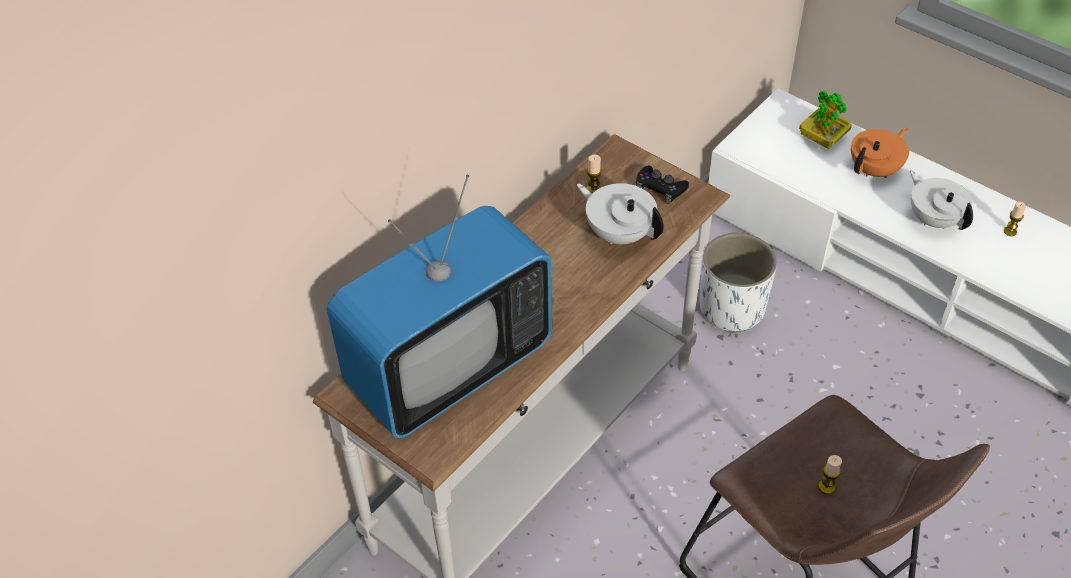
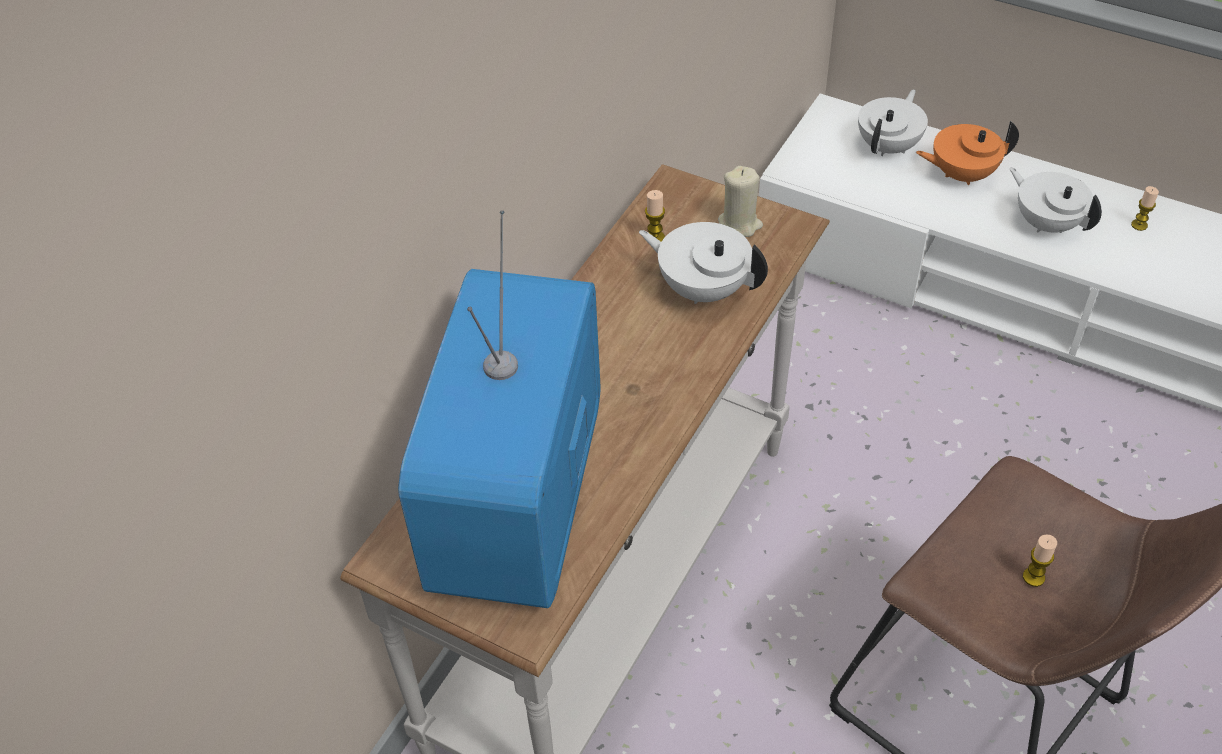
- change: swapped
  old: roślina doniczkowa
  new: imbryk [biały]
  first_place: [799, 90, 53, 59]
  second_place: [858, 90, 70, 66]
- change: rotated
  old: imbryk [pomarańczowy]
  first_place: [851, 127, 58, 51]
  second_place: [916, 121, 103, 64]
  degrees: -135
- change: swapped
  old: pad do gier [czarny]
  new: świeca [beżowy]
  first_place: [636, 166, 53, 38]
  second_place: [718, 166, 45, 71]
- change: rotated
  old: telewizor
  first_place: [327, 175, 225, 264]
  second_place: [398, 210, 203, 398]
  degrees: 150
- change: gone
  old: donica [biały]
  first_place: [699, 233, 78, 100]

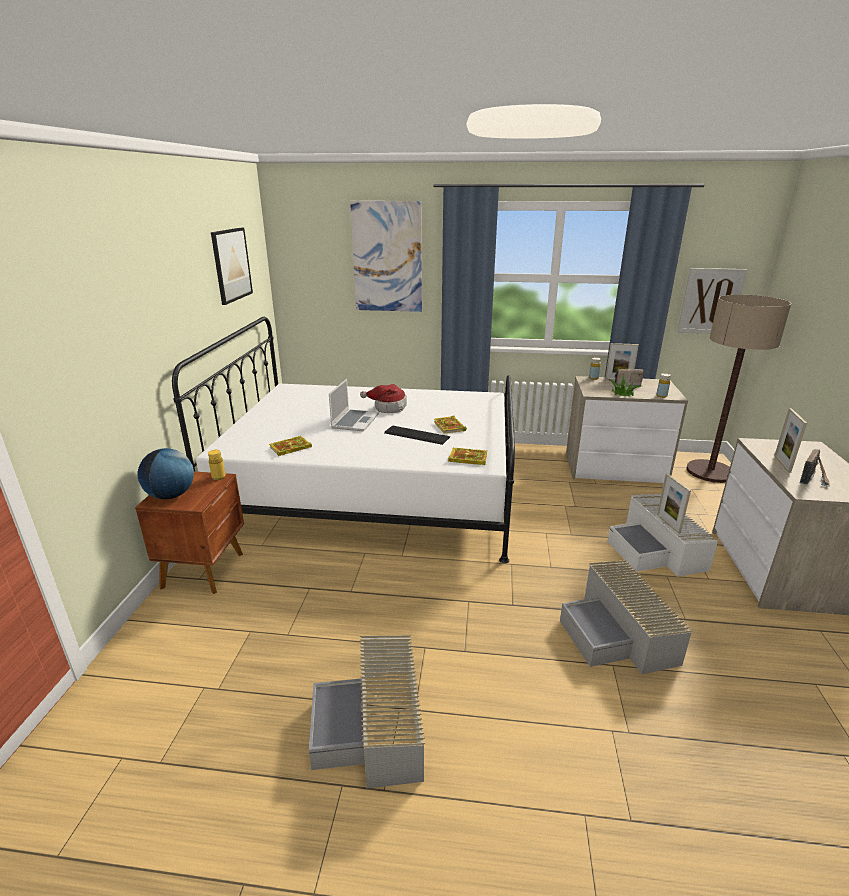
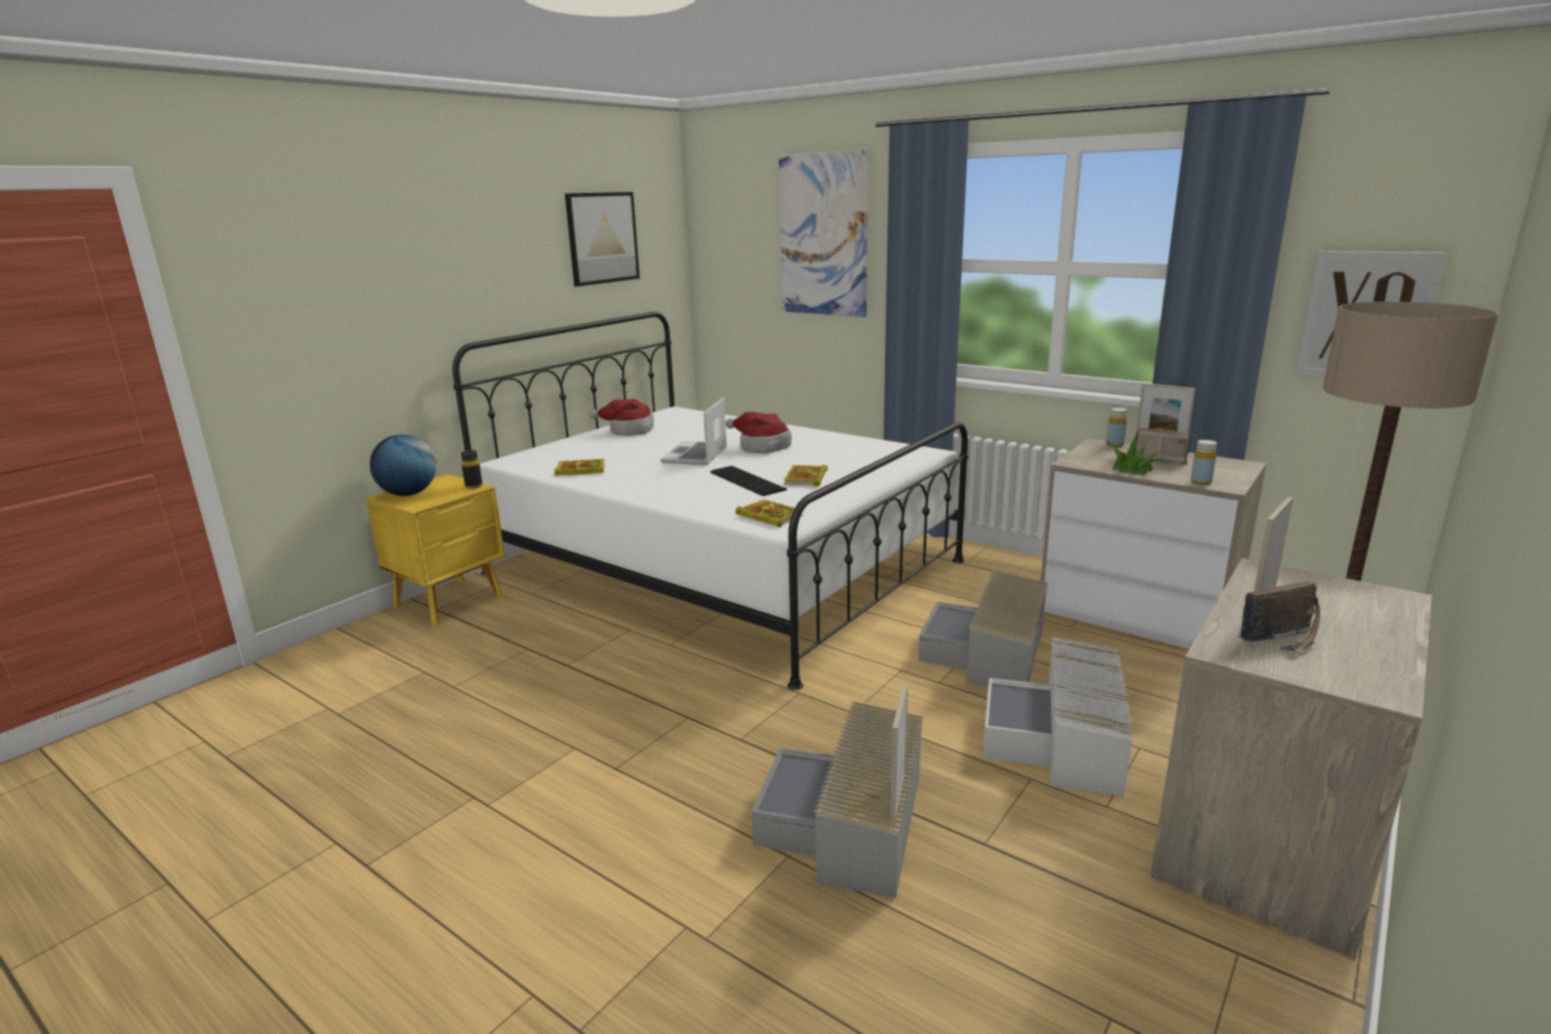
- change: rotated
  old: laptop
  first_place: [329, 379, 50, 53]
  second_place: [660, 397, 67, 68]
  degrees: 150
- change: repainted
  old: butelka [żółty]
  new: butelka [czarny]
  first_place: [208, 450, 18, 30]
  second_place: [461, 450, 21, 39]
- change: repainted
  old: szafka nocna [brązowy]
  new: szafka nocna [żółty]
  first_place: [135, 472, 109, 122]
  second_place: [366, 474, 139, 153]
- change: shifted
  old: ramka na zdjęcie
  first_place: [657, 473, 34, 61]
  second_place: [890, 685, 18, 137]
- change: shifted
  old: pojemnik do przechowywania [szary]
  first_place: [309, 635, 116, 154]
  second_place: [918, 570, 130, 117]
- change: new
  new: kapelusz
  second_place: [589, 399, 65, 37]

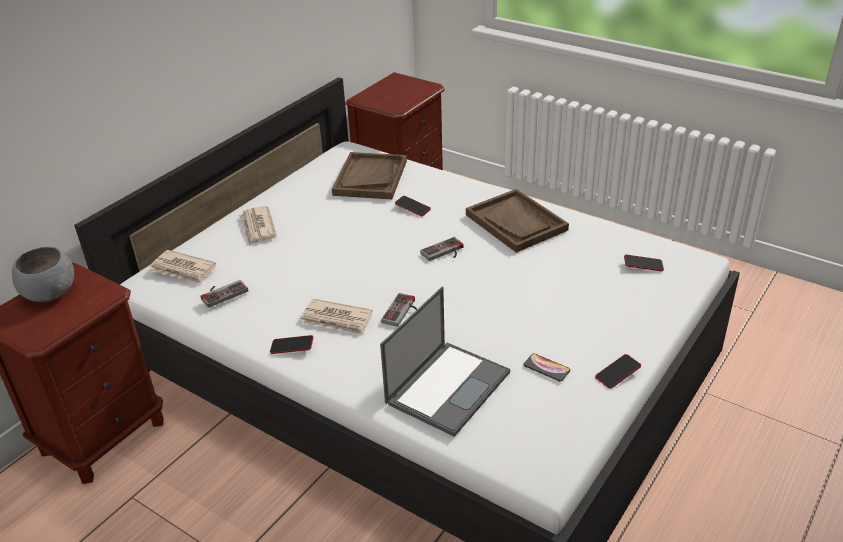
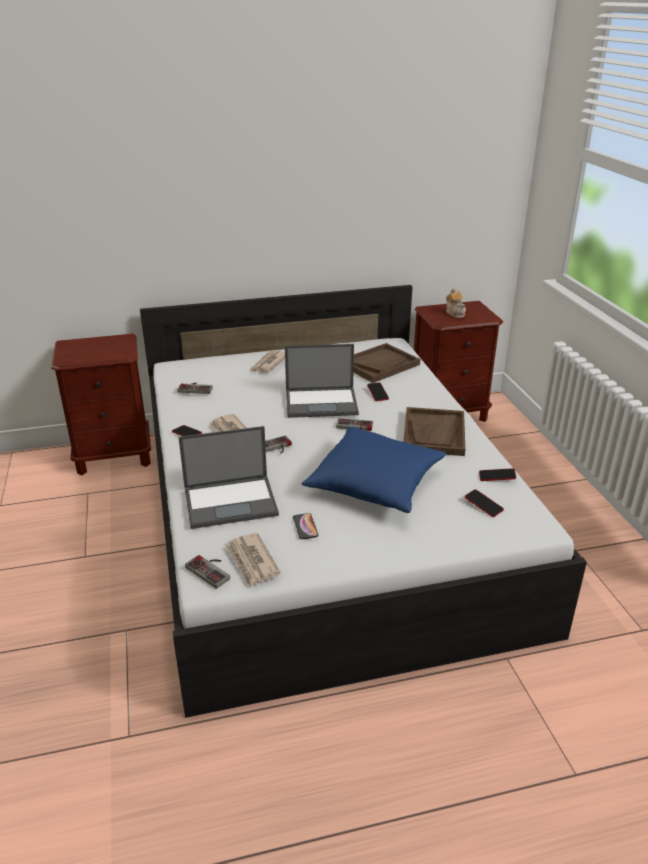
- change: gone
  old: miska [szary]
  first_place: [12, 247, 62, 55]
- change: shifted
  old: gazeta
  first_place: [150, 250, 66, 34]
  second_place: [225, 533, 56, 55]
- change: shifted
  old: telefon
  first_place: [595, 354, 46, 35]
  second_place: [479, 468, 37, 13]
- change: new
  new: imbryk
  second_place: [446, 288, 20, 30]
- change: new
  new: laptop
  second_place: [285, 344, 74, 74]
- change: new
  new: poduszka [niebieski]
  second_place: [302, 427, 144, 86]
- change: new
  new: pad do gier
  second_place: [185, 555, 45, 34]

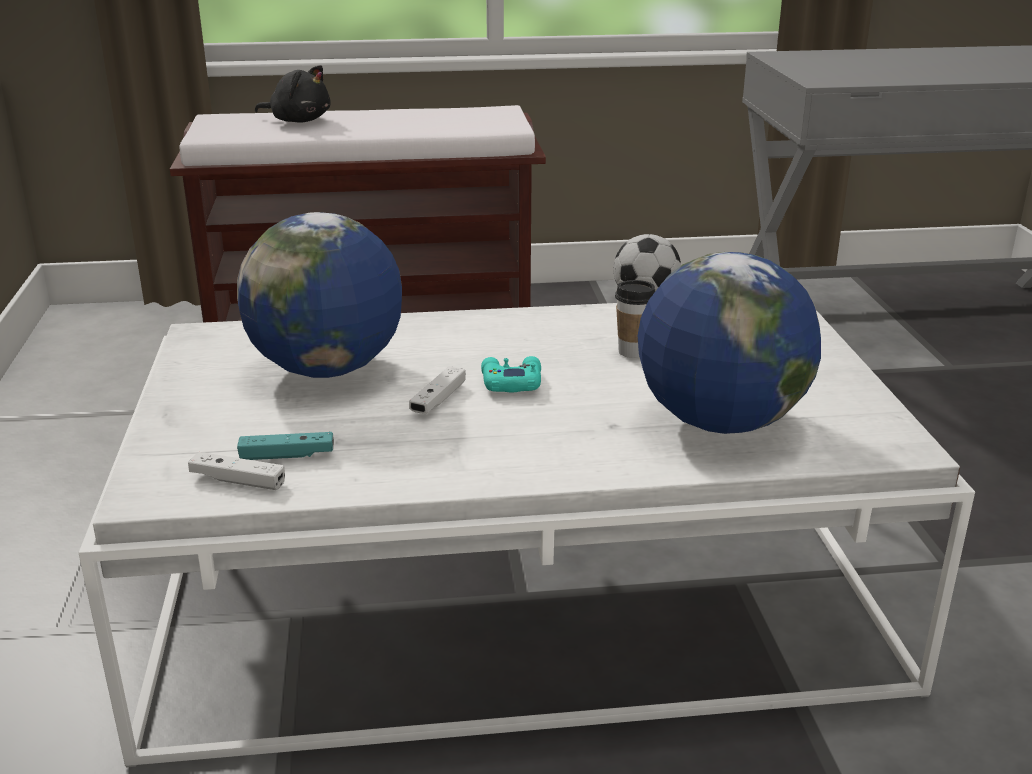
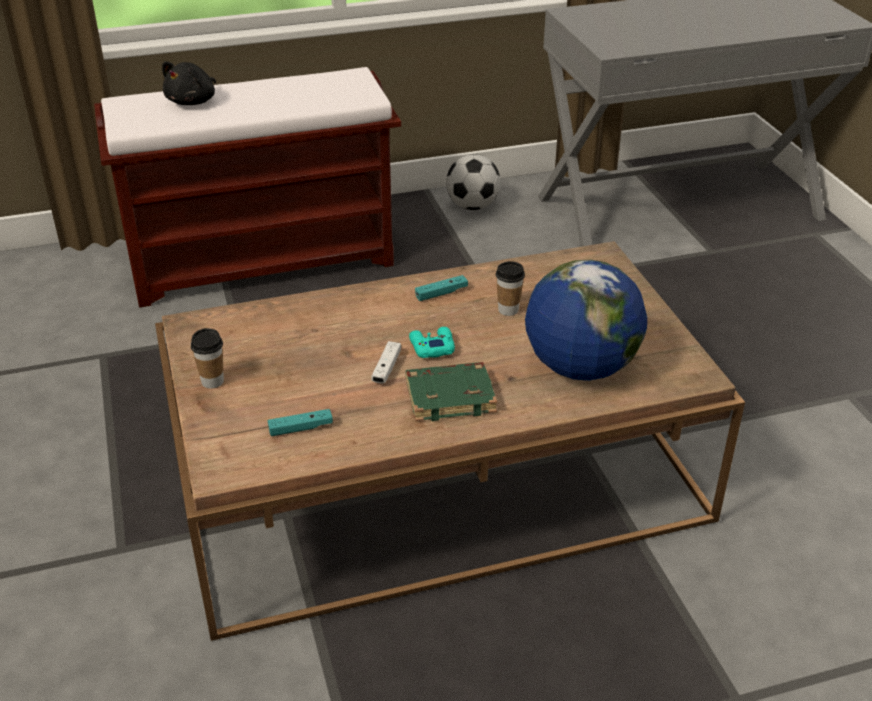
- change: rotated
  old: pluszak [czarny]
  first_place: [255, 65, 75, 58]
  second_place: [162, 61, 54, 44]
  degrees: 105
- change: gone
  old: globus
  first_place: [237, 212, 165, 166]
- change: repainted
  old: ława [biały]
  new: ława [brązowy]
  first_place: [79, 303, 896, 464]
  second_place: [155, 241, 590, 400]
- change: gone
  old: pad do gier [biały]
  first_place: [188, 452, 97, 38]
- change: new
  new: pad do gier [turkusowy]
  second_place: [415, 275, 53, 26]
- change: new
  new: filiżanka
  second_place: [191, 328, 33, 61]
- change: new
  new: książka [zielony]
  second_place: [406, 362, 91, 59]

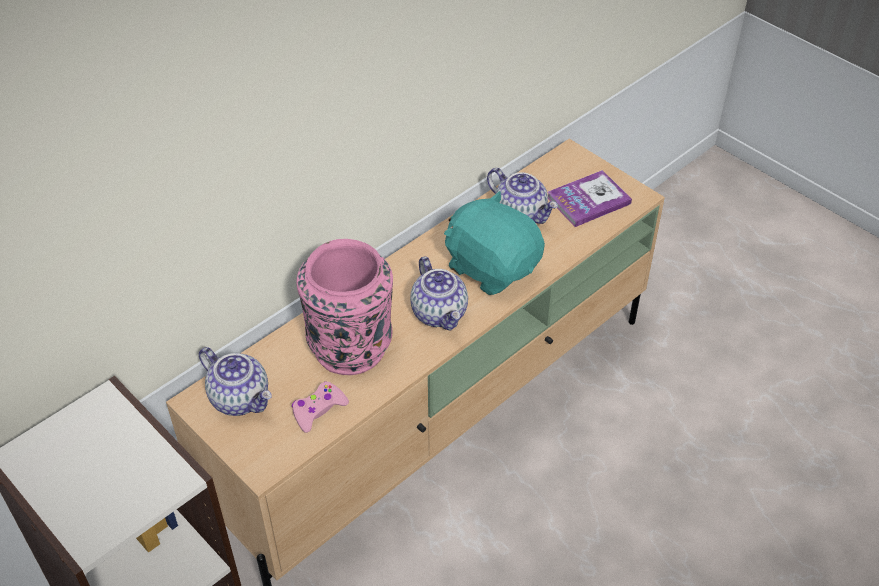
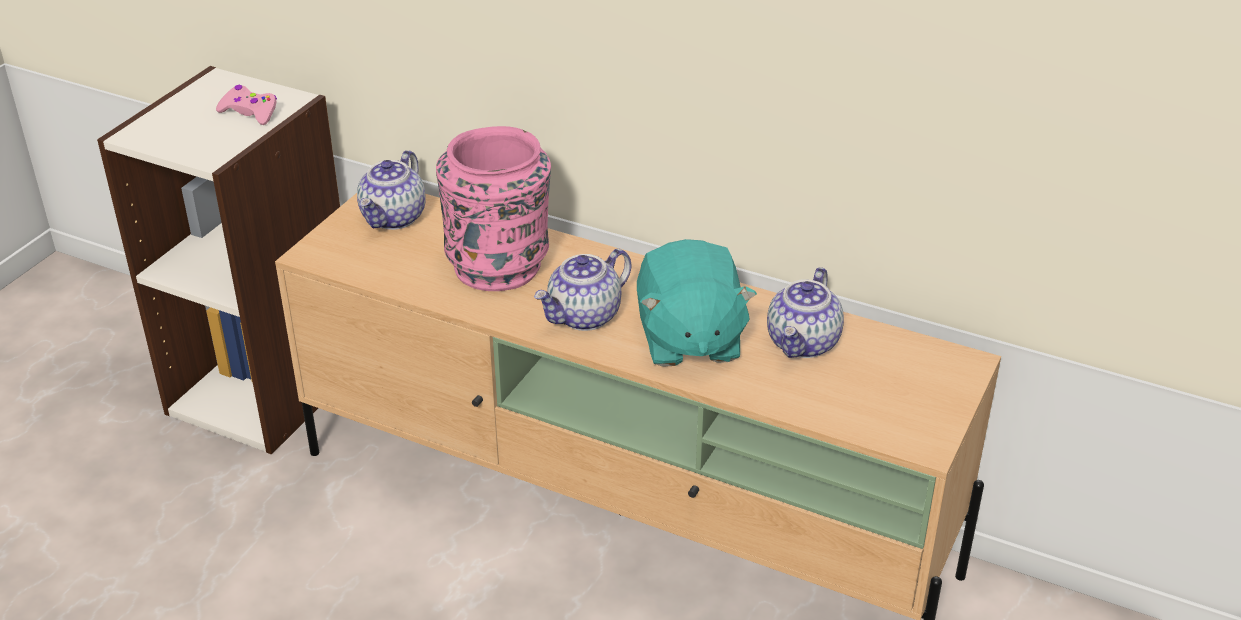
- change: gone
  old: książka
  first_place: [547, 170, 85, 57]
- change: rotated
  old: pluszak [turkusowy]
  first_place: [444, 191, 101, 104]
  second_place: [637, 239, 120, 128]
  degrees: 150
- change: shifted
  old: pad do gier [różowy]
  first_place: [292, 382, 57, 51]
  second_place: [216, 85, 61, 40]

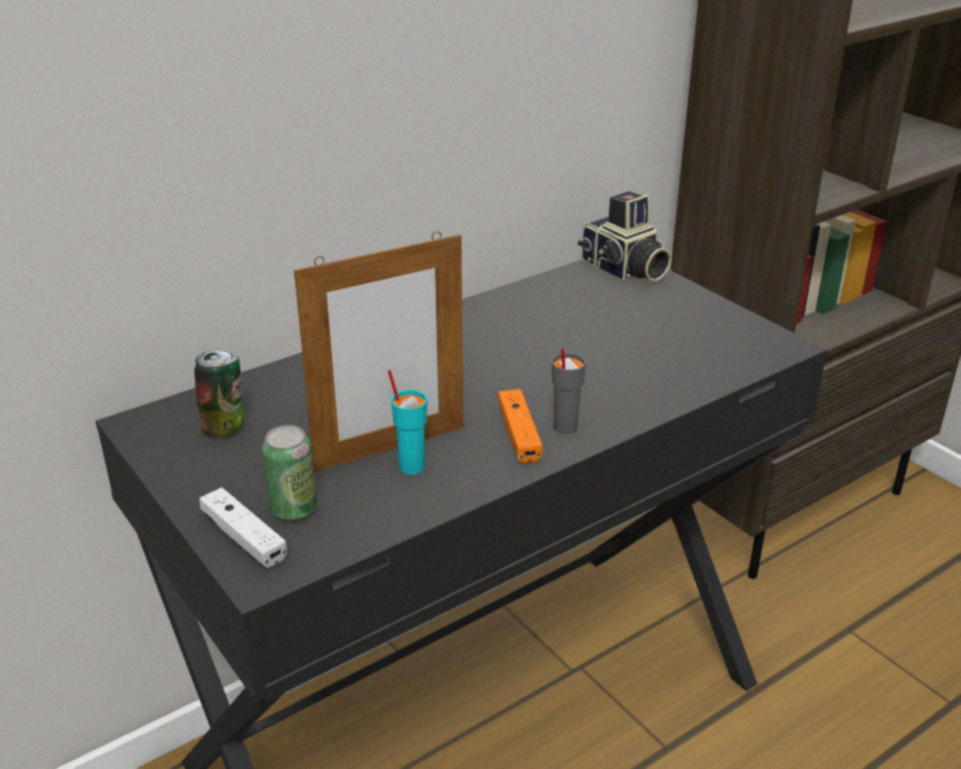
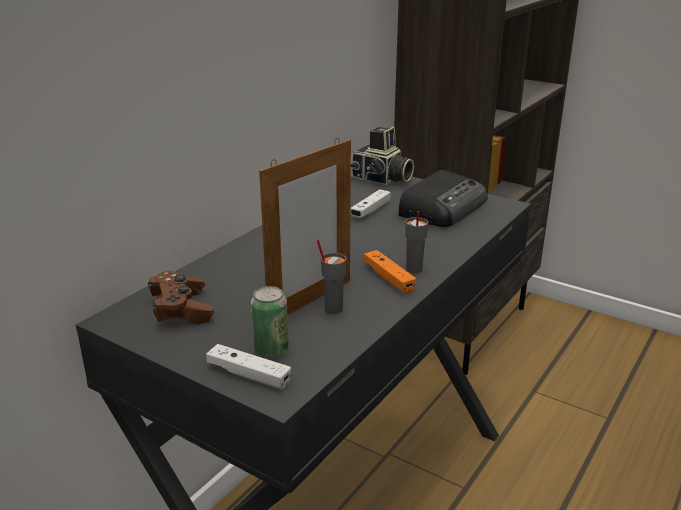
- change: swapped
  old: puszka
  new: pad do gier [brązowy]
  first_place: [194, 350, 49, 86]
  second_place: [148, 271, 66, 53]
- change: repainted
  old: filiżanka [turkusowy]
  new: filiżanka [szary]
  first_place: [388, 370, 39, 105]
  second_place: [317, 240, 29, 74]
- change: new
  new: radio
  second_place: [398, 170, 90, 57]
- change: new
  new: pad do gier [biały]
  second_place: [350, 189, 41, 29]

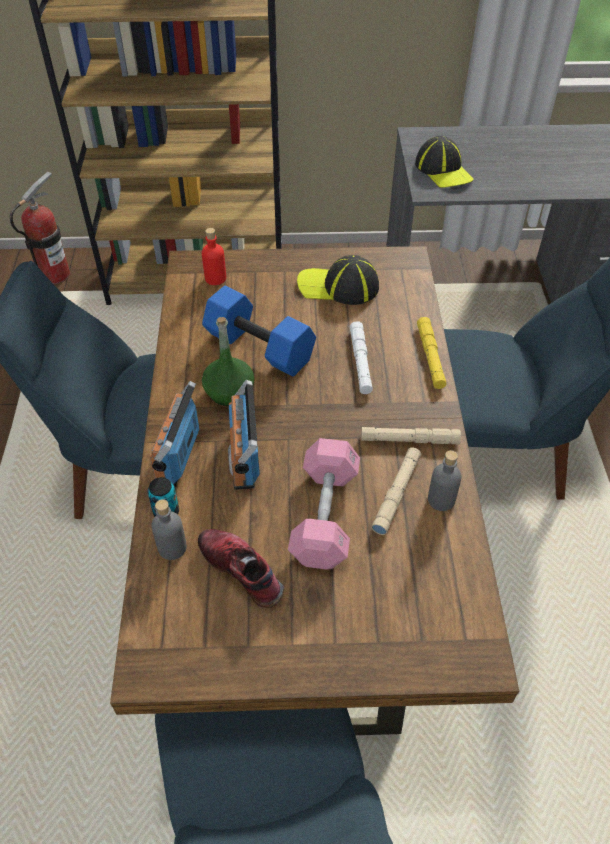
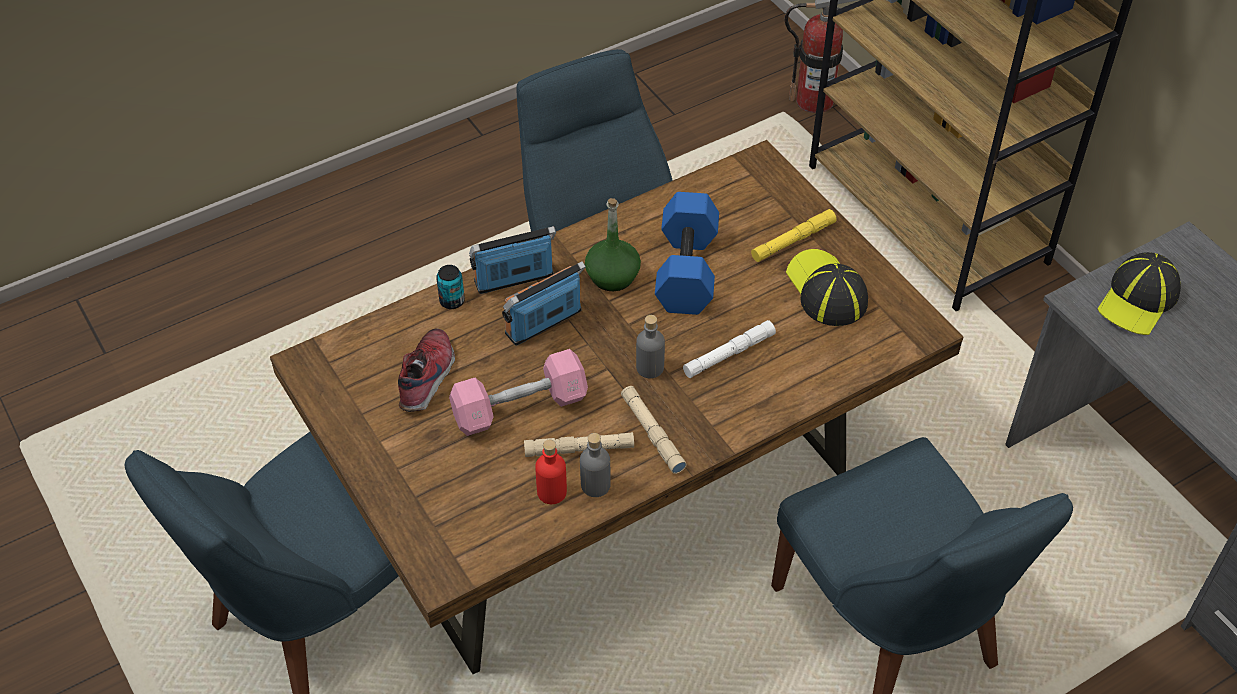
- change: shifted
  old: butelka [czerwony]
  first_place: [202, 228, 24, 57]
  second_place: [535, 440, 32, 64]
- change: shifted
  old: latarka [żółty]
  first_place: [417, 317, 30, 72]
  second_place: [751, 209, 86, 53]
- change: shifted
  old: butelka [szary]
  first_place: [151, 499, 36, 61]
  second_place: [636, 315, 29, 63]

